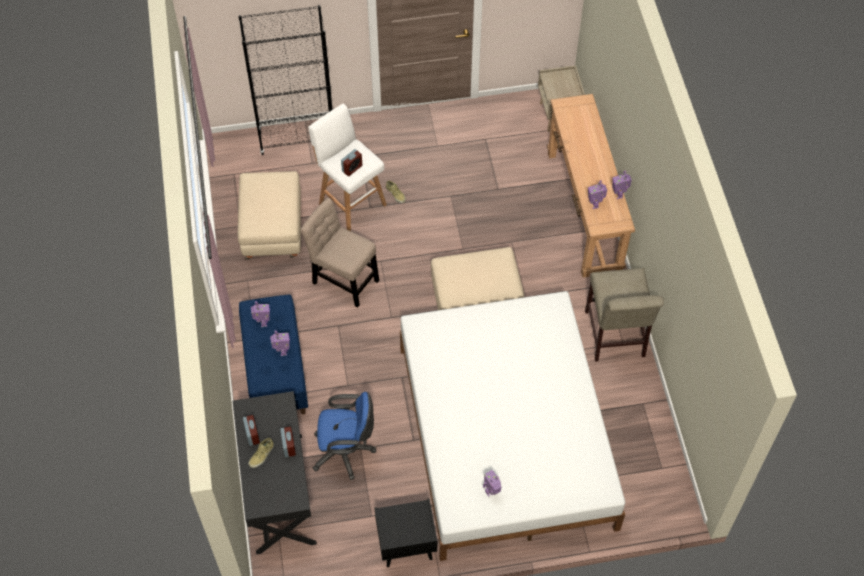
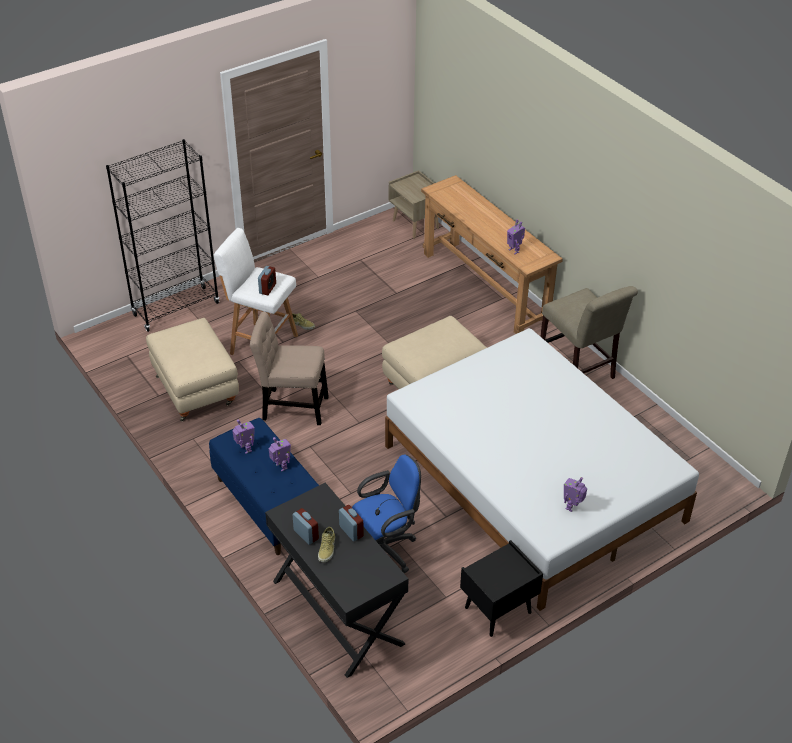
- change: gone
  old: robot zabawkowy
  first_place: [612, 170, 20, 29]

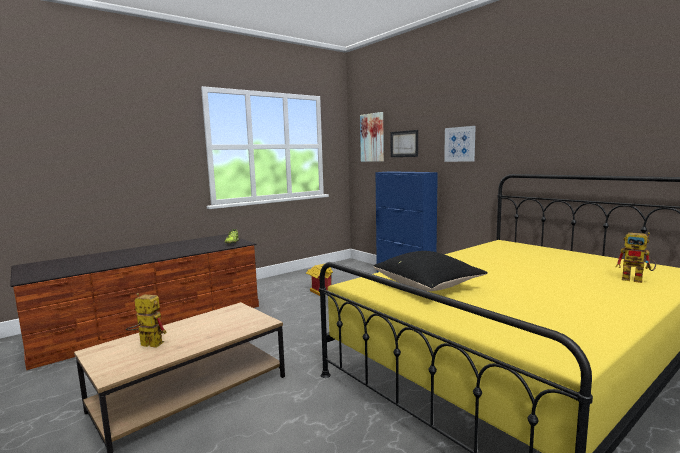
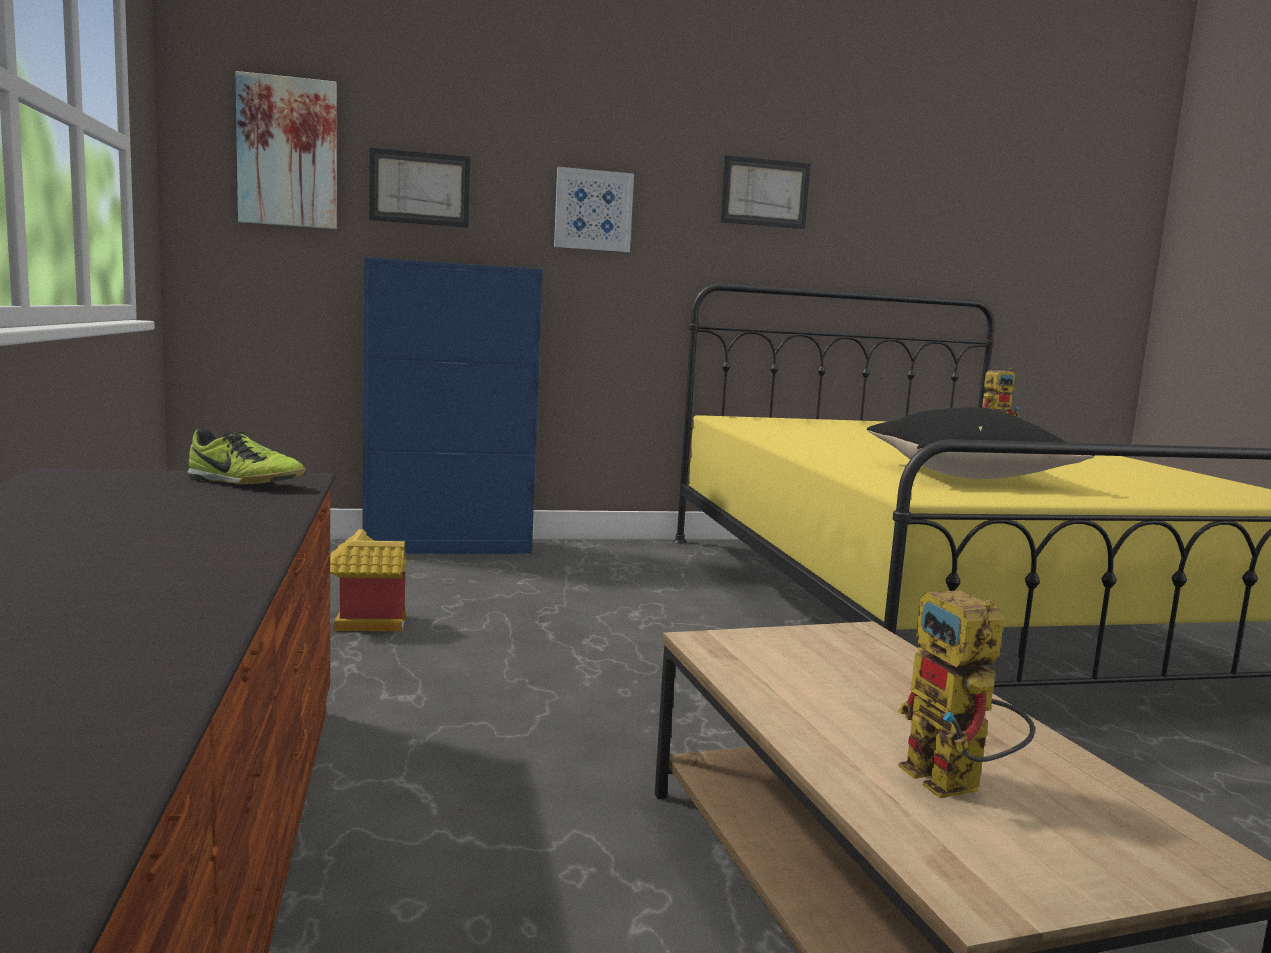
- change: rotated
  old: robot zabawkowy
  first_place: [126, 293, 40, 55]
  second_place: [898, 590, 137, 208]
  degrees: -60
- change: new
  new: obraz
  second_place: [720, 155, 91, 74]

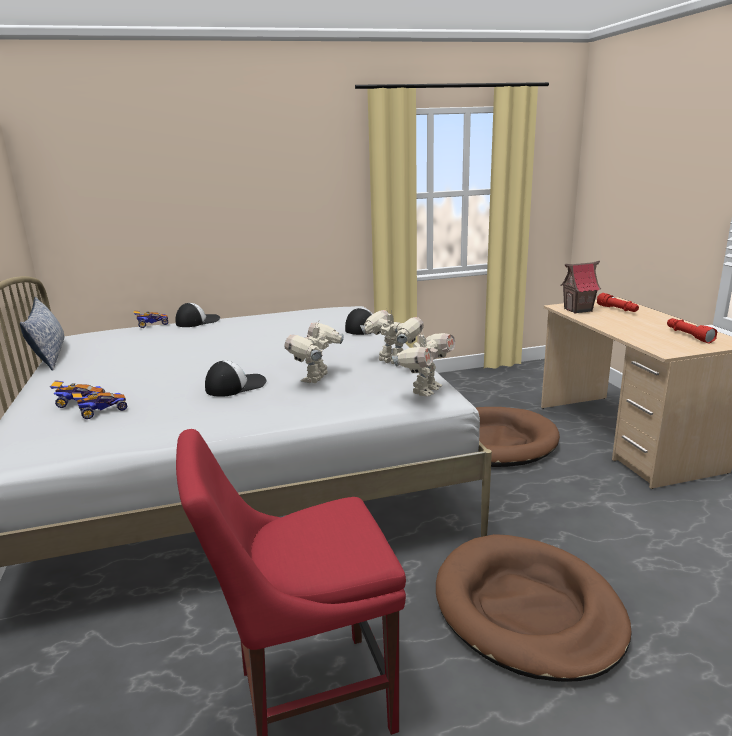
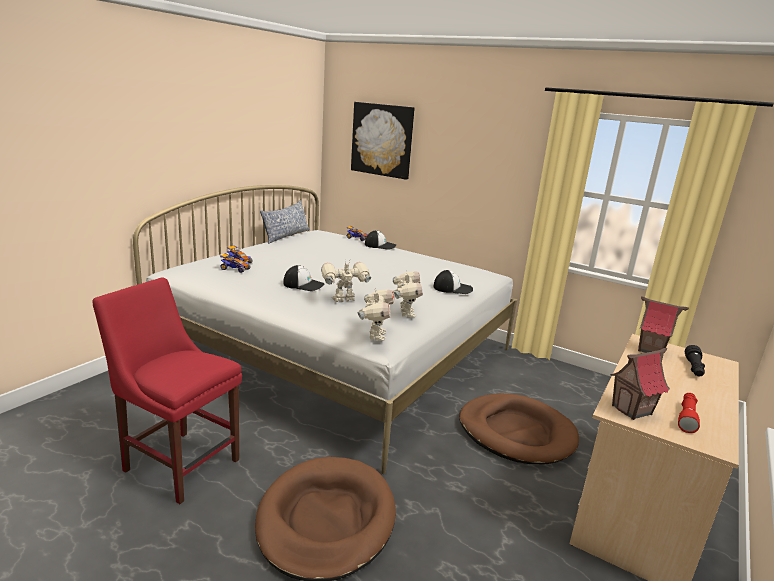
- change: repainted
  old: latarka [czerwony]
  new: latarka [czarny]
  first_place: [597, 293, 42, 19]
  second_place: [685, 345, 20, 32]
- change: rotated
  old: robot zabawkowy
  first_place: [392, 330, 63, 67]
  second_place: [357, 287, 38, 54]
  degrees: -75
- change: new
  new: obraz
  second_place: [351, 102, 64, 78]
- change: new
  new: domek
  second_place: [610, 348, 60, 72]

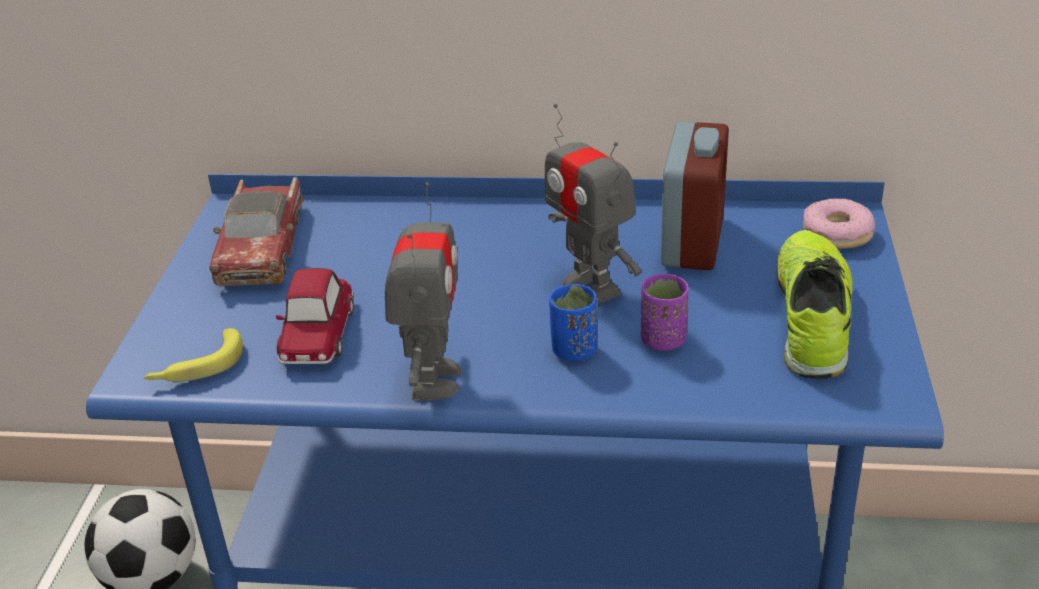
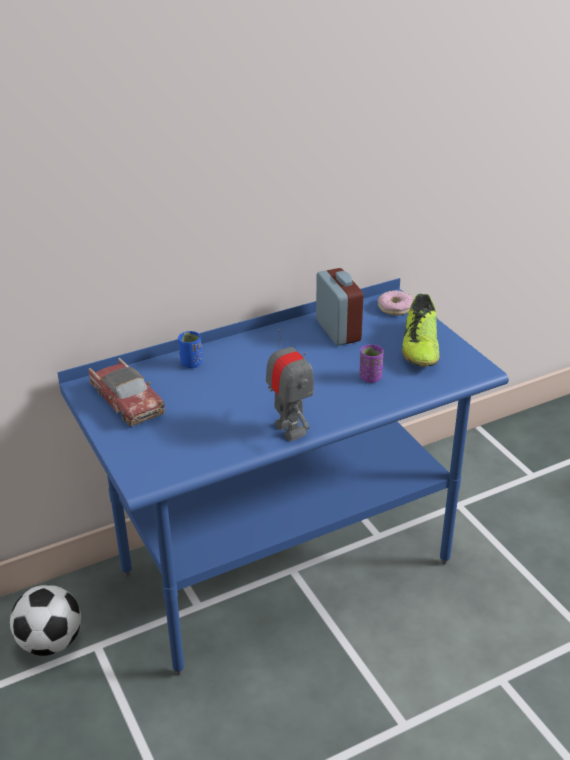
- change: gone
  old: robot zabawkowy
  first_place: [545, 104, 96, 200]
- change: rotated
  old: but
  first_place: [777, 230, 75, 149]
  second_place: [402, 293, 38, 74]
  degrees: -150
- change: gone
  old: samochodzik
  first_place: [276, 268, 77, 96]
- change: shifted
  old: filiżanka [niebieski]
  first_place: [549, 284, 49, 77]
  second_place: [178, 331, 24, 37]
- change: gone
  old: banan
  first_place: [143, 328, 100, 54]

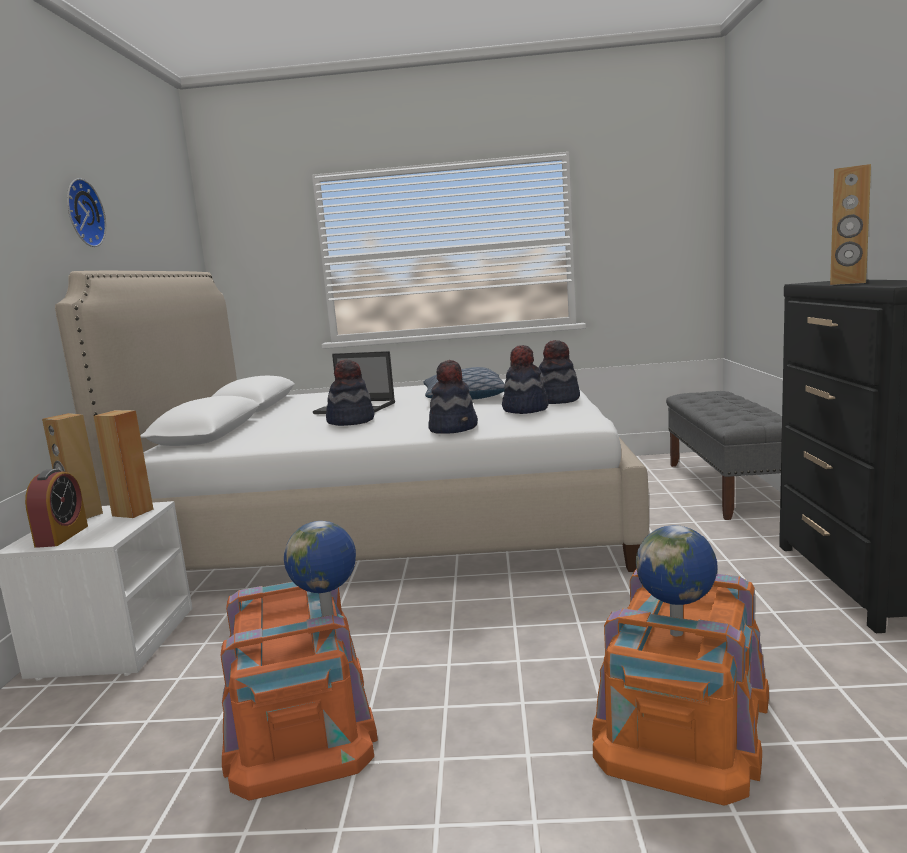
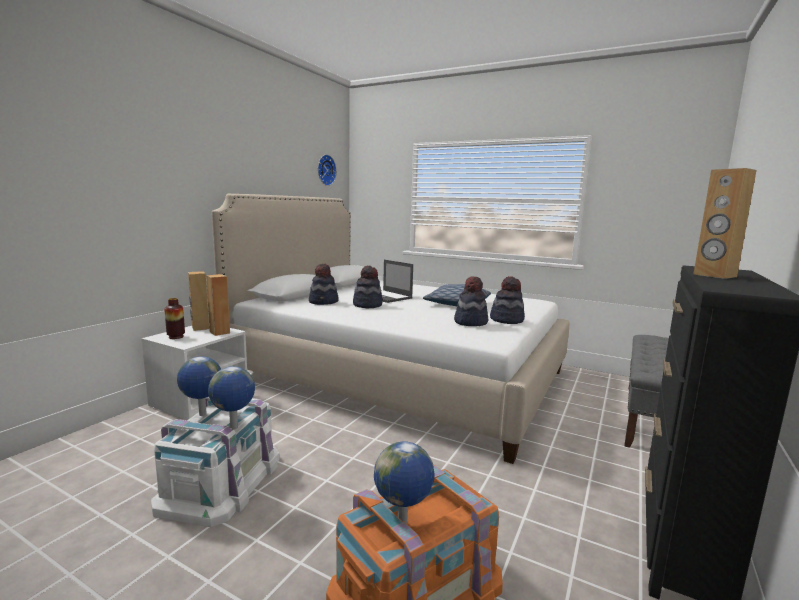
- change: shifted
  old: zegar ścienny
  first_place: [67, 178, 39, 69]
  second_place: [318, 155, 19, 31]
- change: shifted
  old: kapelusz
  first_place: [428, 360, 50, 74]
  second_place: [309, 264, 30, 41]
- change: swapped
  old: budzik
  new: wazon
  first_place: [25, 469, 63, 79]
  second_place: [164, 298, 21, 41]
- change: repainted
  old: pojemnik do przechowywania [pomarańczowy]
  new: pojemnik do przechowywania [biały]
  first_place: [220, 582, 158, 218]
  second_place: [151, 397, 129, 130]
- change: new
  new: globus
  second_place: [177, 356, 44, 60]

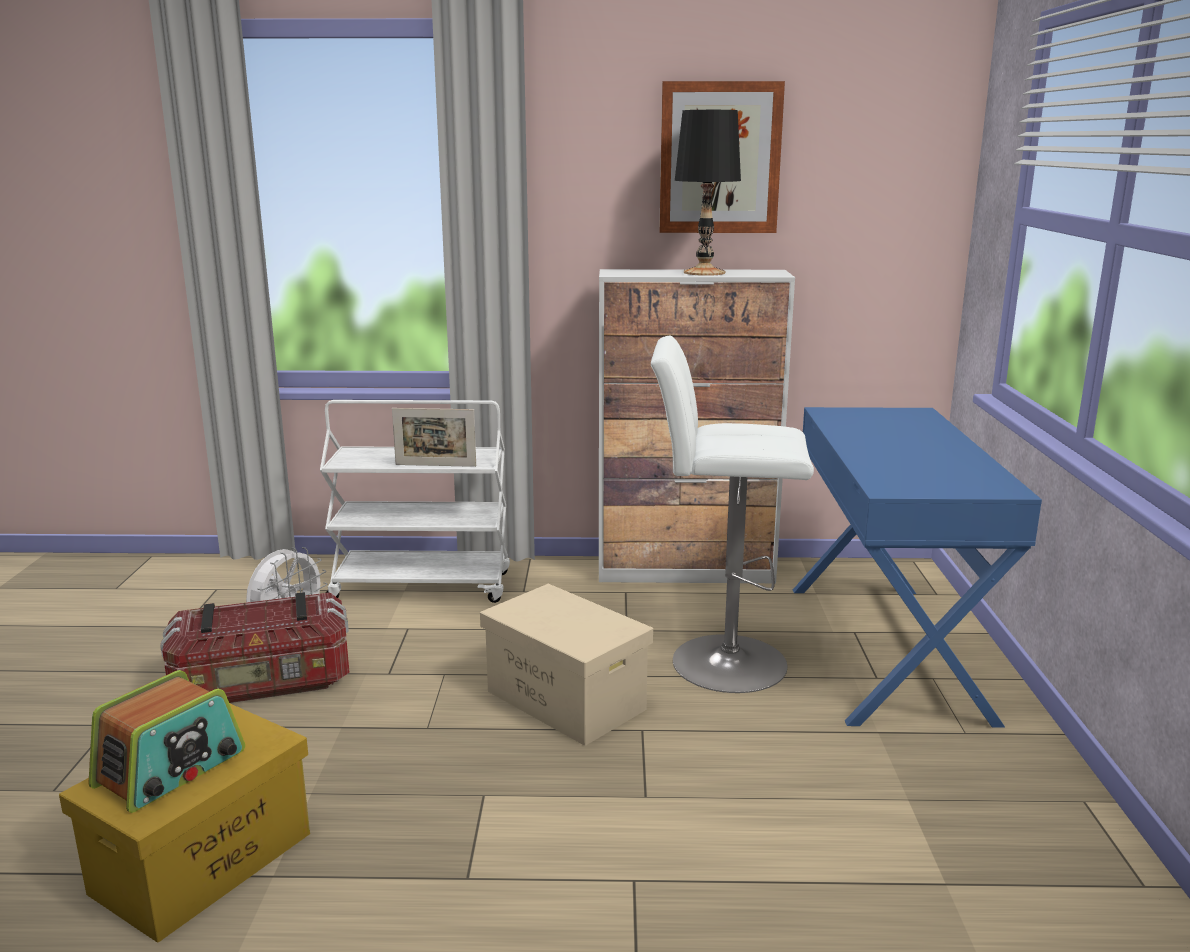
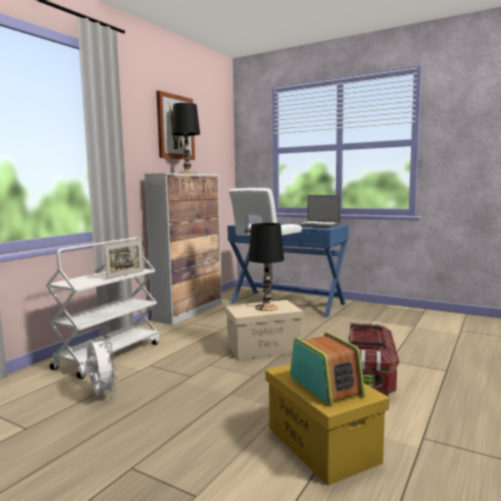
- change: shifted
  old: pojemnik do przechowywania
  first_place: [160, 592, 190, 111]
  second_place: [348, 323, 51, 72]
- change: new
  new: laptop
  second_place: [295, 195, 46, 33]
- change: new
  new: lampa stołowa [czarny]
  second_place: [249, 223, 35, 88]

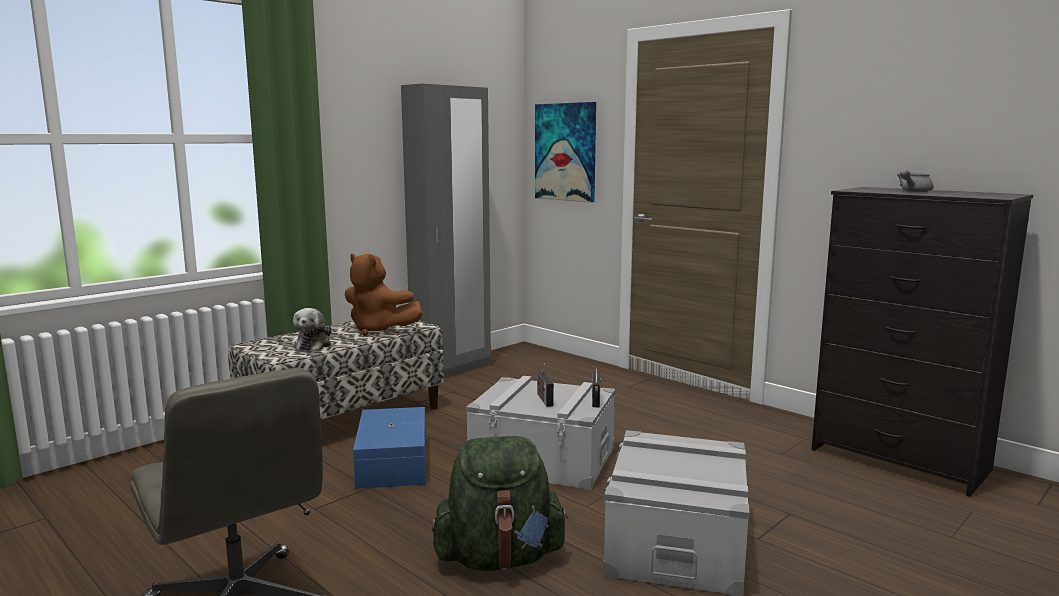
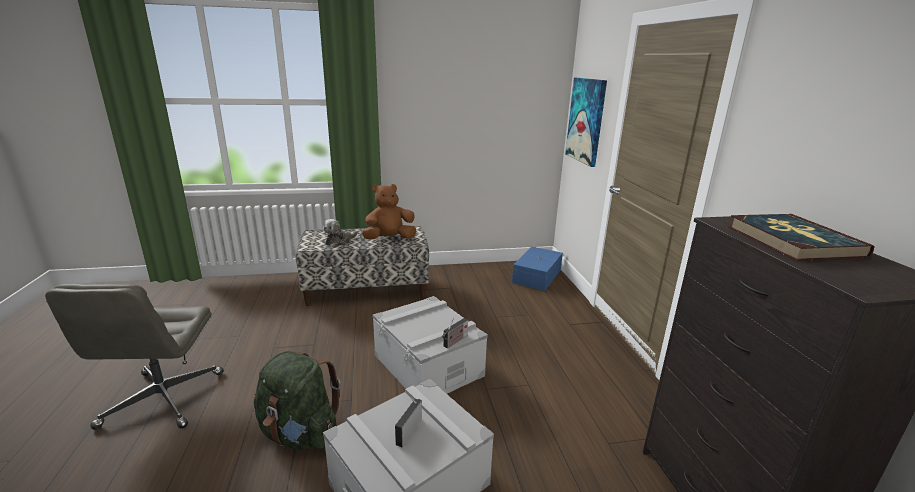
- change: gone
  old: szafa [szary]
  first_place: [401, 84, 90, 294]
- change: swapped
  old: imbryk [szary]
  new: książka
  first_place: [897, 169, 37, 23]
  second_place: [728, 214, 147, 48]
- change: rotated
  old: pluszak [brązowy]
  first_place: [345, 253, 77, 83]
  second_place: [362, 184, 54, 55]
  degrees: 90
- change: shifted
  old: radio
  first_place: [537, 364, 17, 43]
  second_place: [395, 398, 27, 49]
- change: shifted
  old: pojemnik do przechowywania [niebieski]
  first_place: [353, 407, 73, 82]
  second_place: [512, 247, 51, 44]

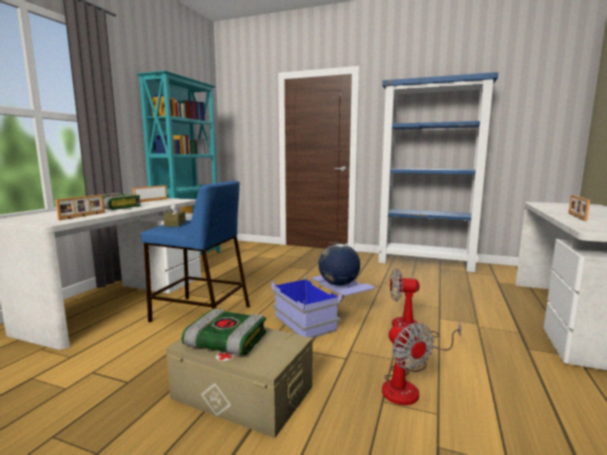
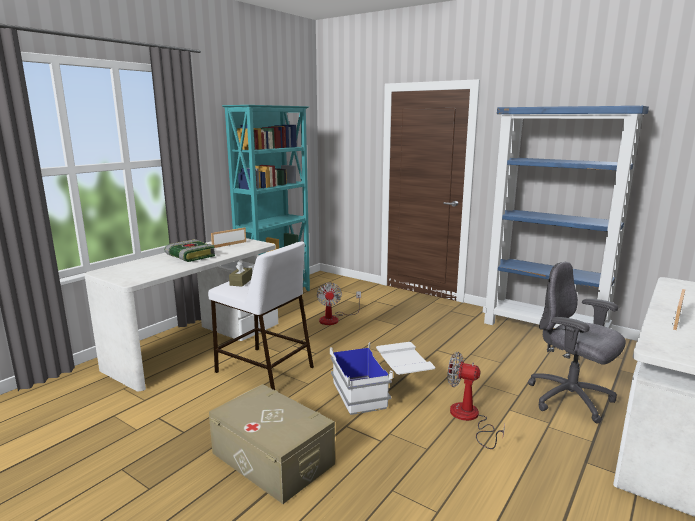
- change: repainted
  old: stołek [niebieski]
  new: stołek [biały]
  first_place: [141, 181, 109, 141]
  second_place: [208, 242, 106, 148]
- change: gone
  old: ramka na zdjęcie
  first_place: [55, 194, 50, 26]
- change: gone
  old: globus
  first_place: [318, 244, 42, 42]
- change: repainted
  old: pojemnik do przechowywania [niebieski]
  new: pojemnik do przechowywania [biały]
  first_place: [271, 274, 104, 64]
  second_place: [330, 342, 105, 73]
- change: gone
  old: książka
  first_place: [181, 309, 85, 46]
- change: shifted
  old: wentylator
  first_place: [382, 323, 52, 82]
  second_place: [317, 282, 44, 43]
- change: new
  new: krzesło biurowe [szary]
  second_place: [528, 262, 98, 162]

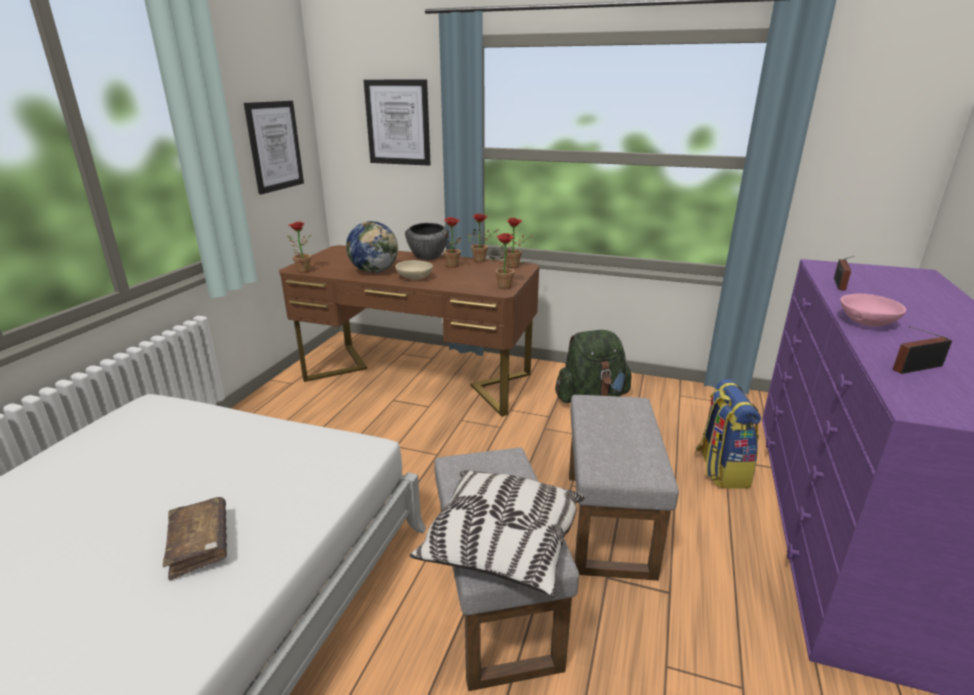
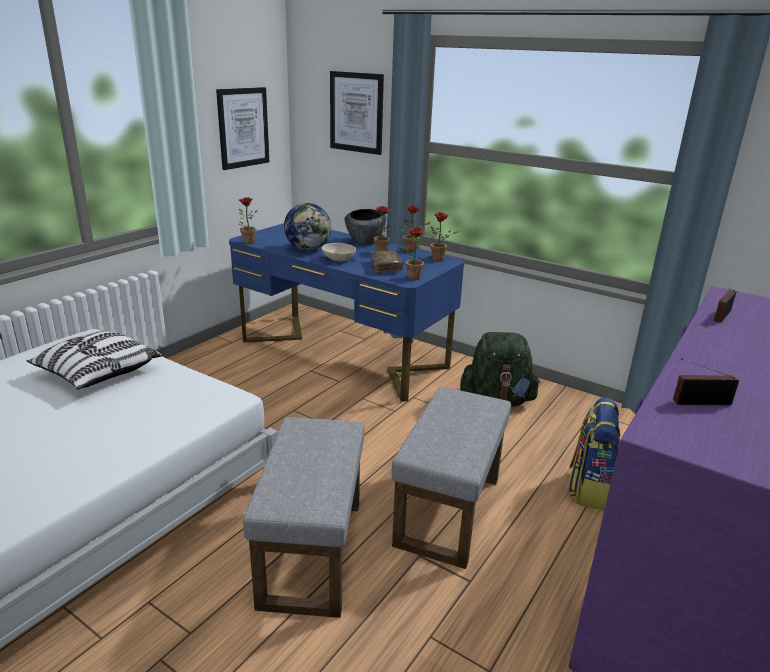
- change: repainted
  old: biurko [brązowy]
  new: biurko [niebieski]
  first_place: [279, 245, 261, 172]
  second_place: [229, 223, 235, 179]
- change: gone
  old: miska [różowy]
  first_place: [840, 294, 66, 32]
- change: shifted
  old: poduszka
  first_place: [410, 470, 175, 127]
  second_place: [26, 331, 136, 58]
- change: shifted
  old: książka [brązowy]
  first_place: [163, 497, 64, 83]
  second_place: [371, 250, 32, 24]

